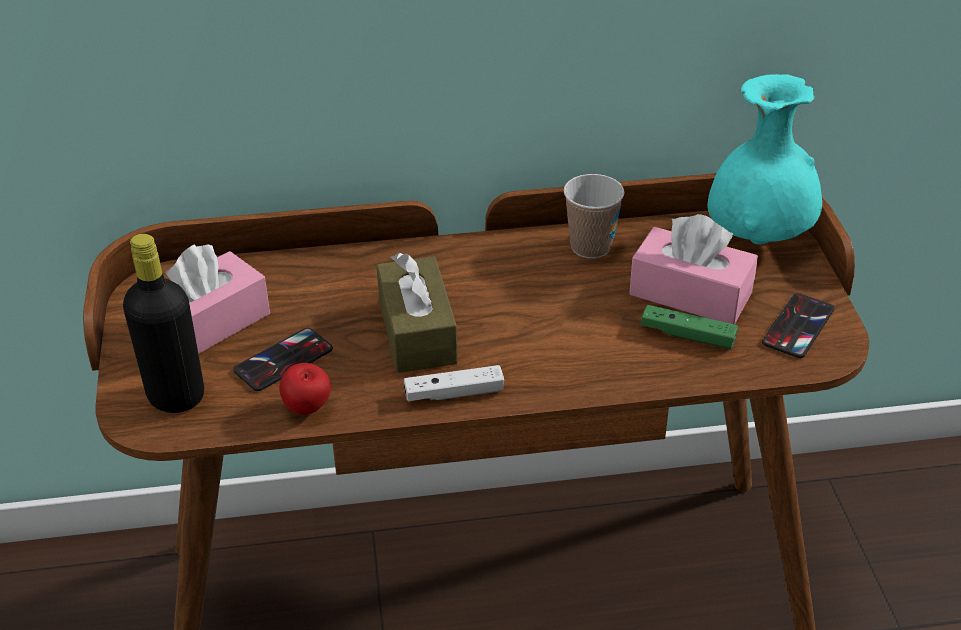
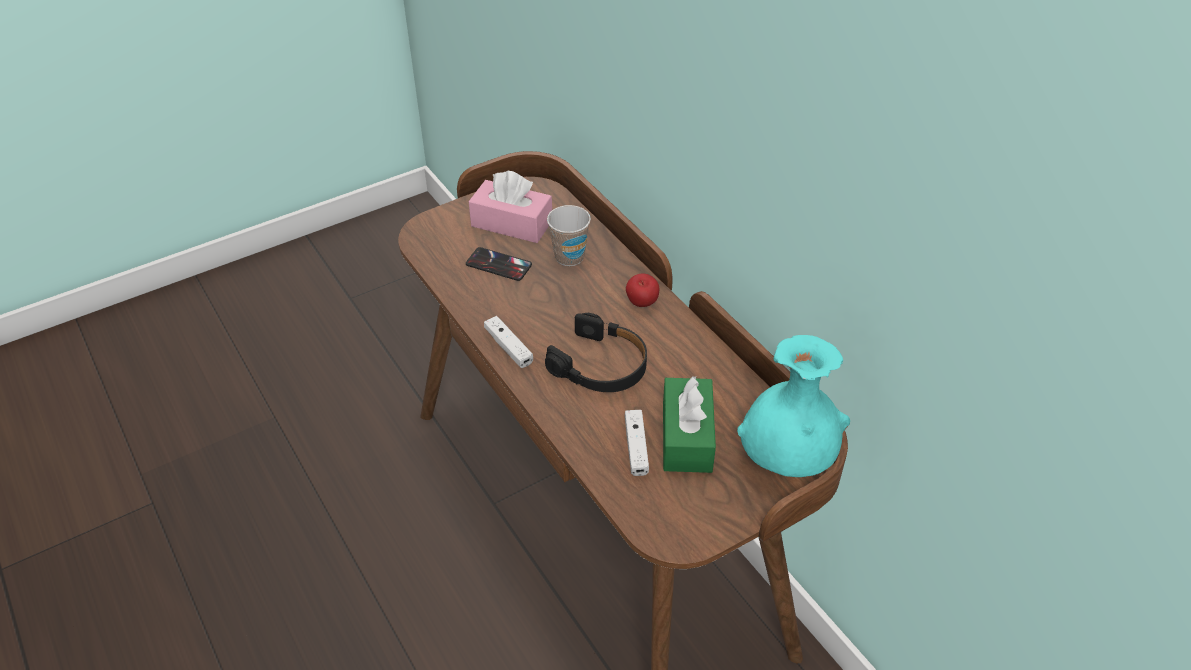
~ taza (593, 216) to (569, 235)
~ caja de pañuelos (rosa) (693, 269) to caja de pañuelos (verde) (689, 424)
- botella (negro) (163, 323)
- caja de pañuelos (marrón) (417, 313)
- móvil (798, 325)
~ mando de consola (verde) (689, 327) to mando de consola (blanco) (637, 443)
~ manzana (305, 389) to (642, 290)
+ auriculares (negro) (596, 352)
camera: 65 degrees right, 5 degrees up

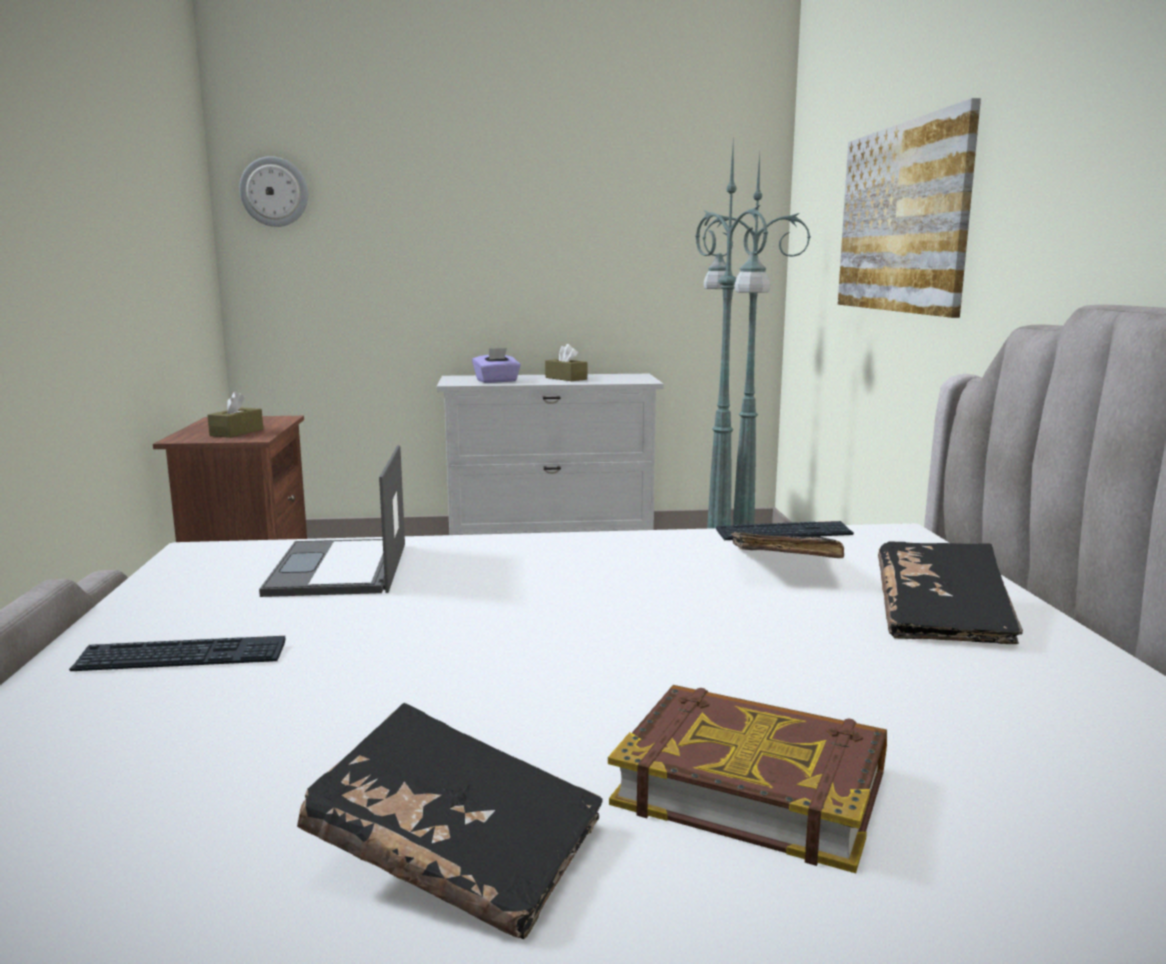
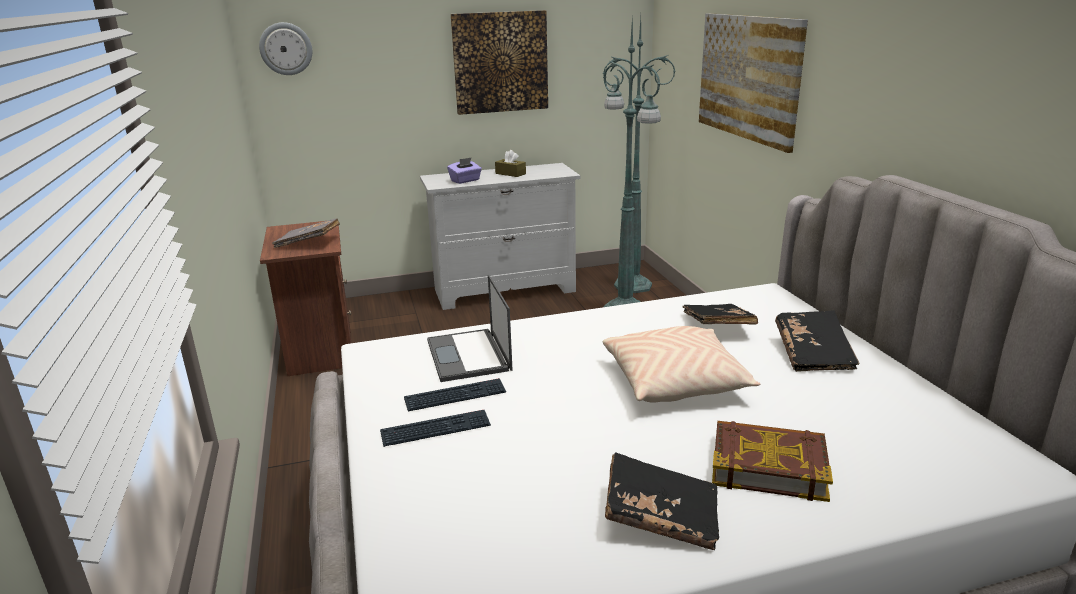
~ caja de pañuelos (marrón) (235, 414) to libro (gris) (306, 233)
~ teclado (785, 530) to (455, 395)
+ cuadro (499, 62)
+ cojín (beis) (681, 364)
camera: 10 degrees left, 10 degrees up

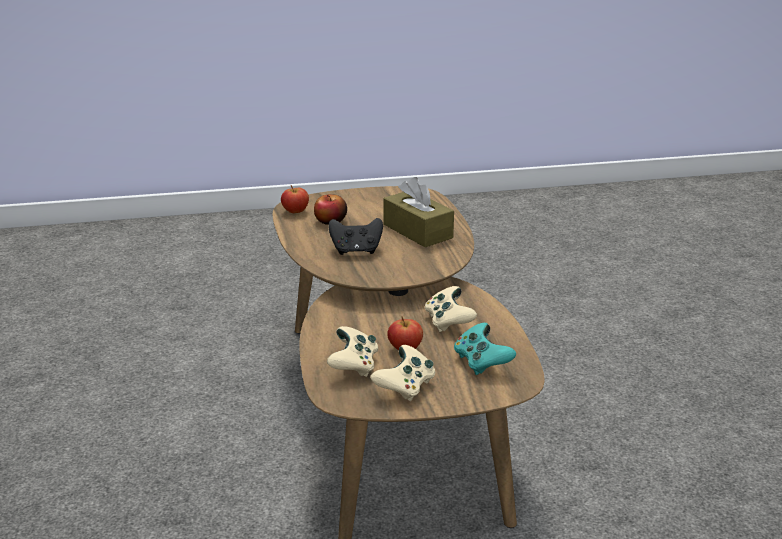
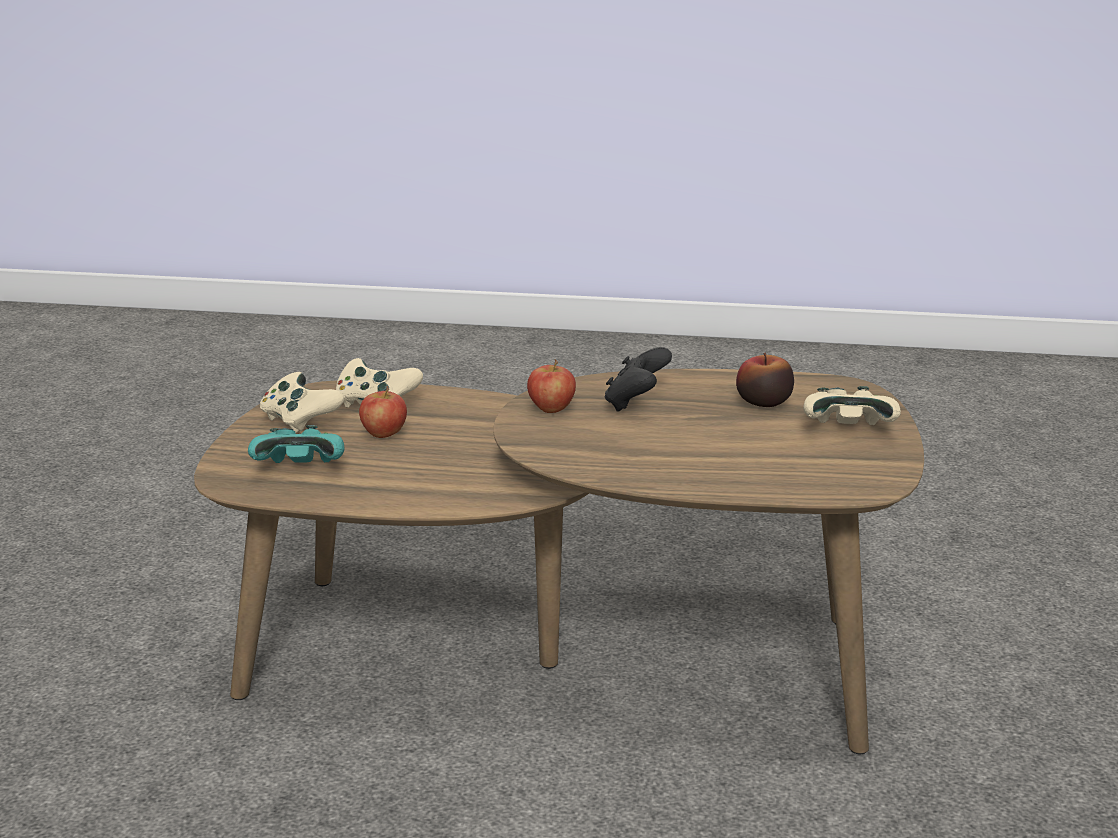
- caja de pañuelos (marrón) (418, 212)
~ manzana (295, 199) to (551, 386)
~ mando de consola (beis) (451, 309) to (852, 405)
camera: 110 degrees right, 5 degrees down

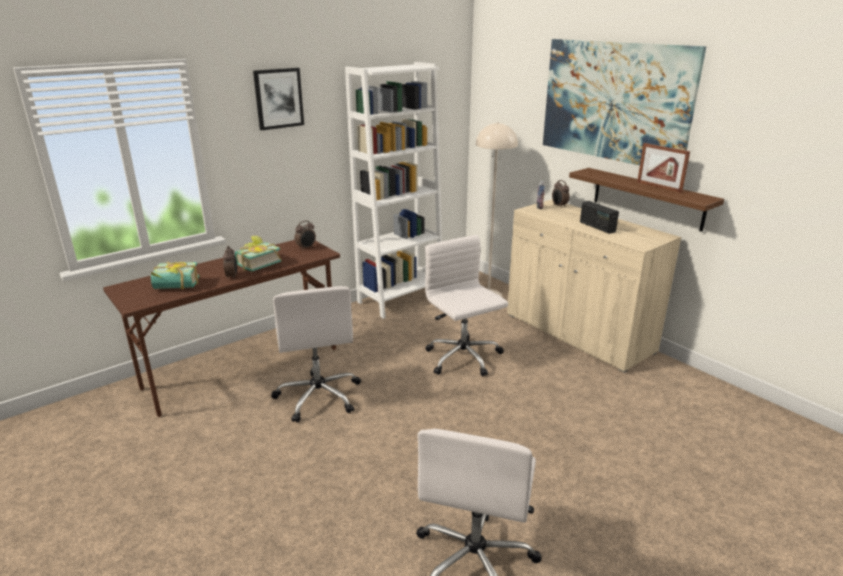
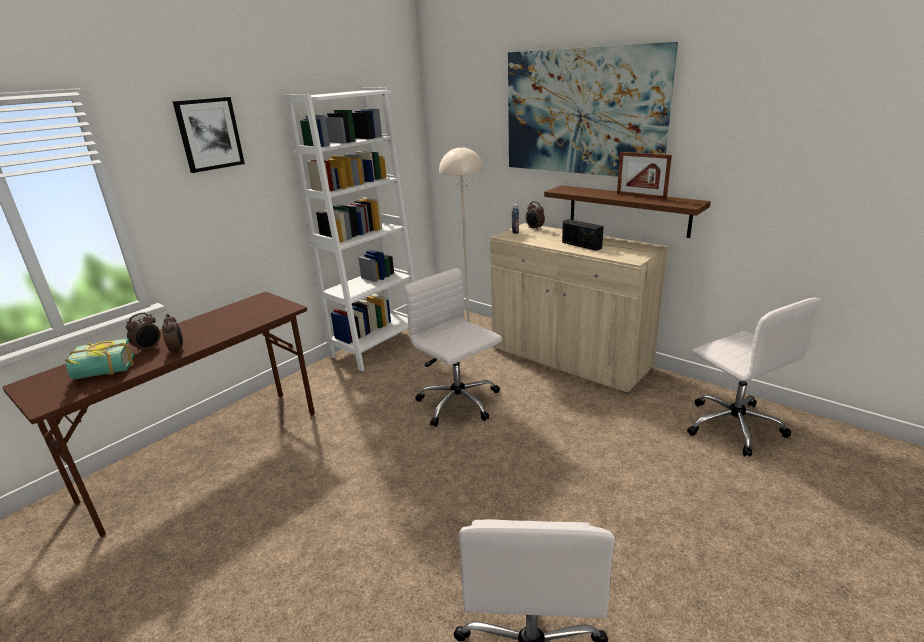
~ despertador (305, 235) to (143, 332)
- libro (258, 254)
~ silla de oficina (blanco) (316, 354) to (754, 377)
camera: 10 degrees left, 0 degrees up

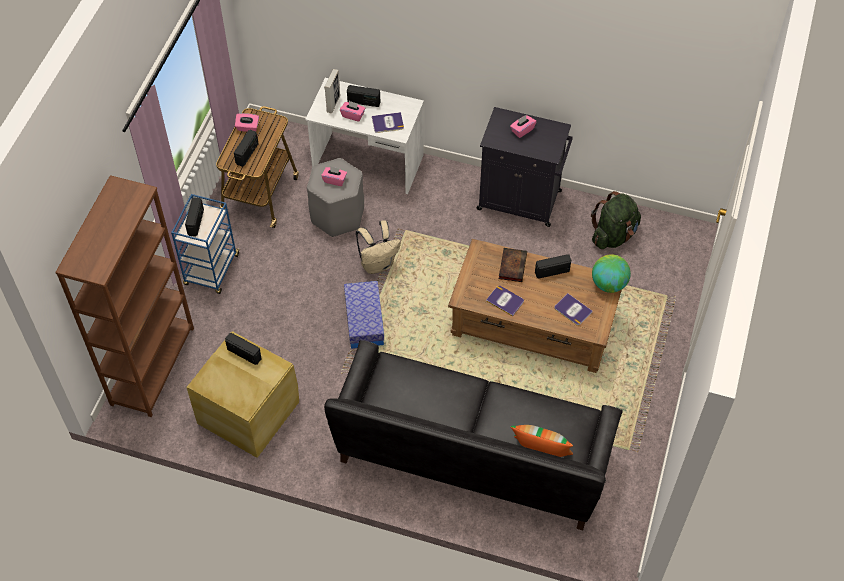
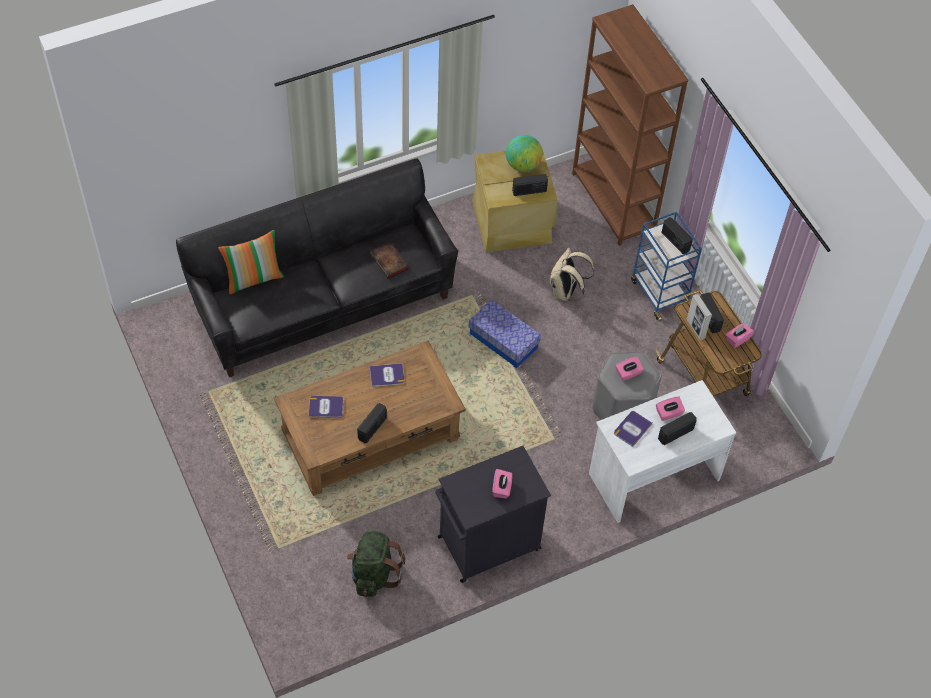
~ portarretratos (332, 91) to (699, 317)
~ mochila (beis) (378, 247) to (572, 274)
~ libro (513, 265) to (389, 260)
~ globo terráqueo (611, 273) to (524, 153)
camera: 135 degrees right, 0 degrees up

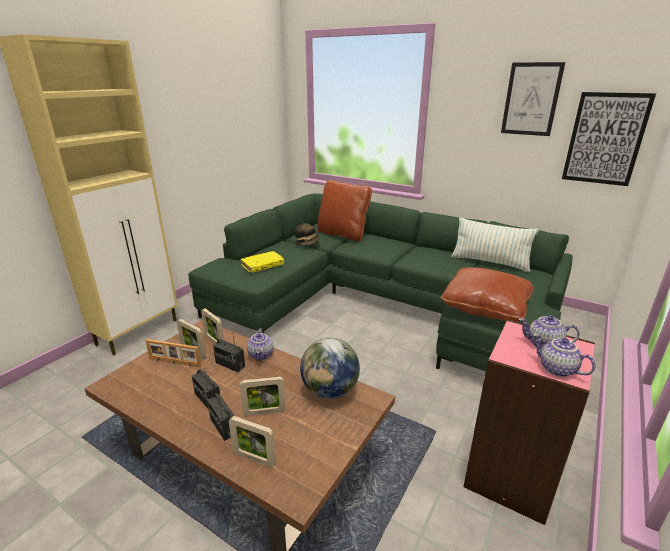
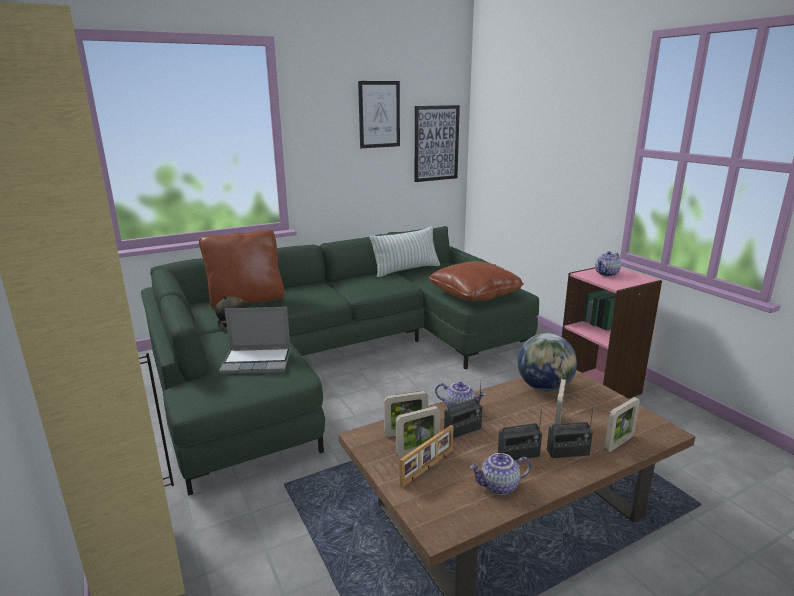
~ libro (amarillo) (262, 262) to portátil (255, 340)
~ tetera (564, 355) to (500, 474)
camera: 60 degrees left, 5 degrees down

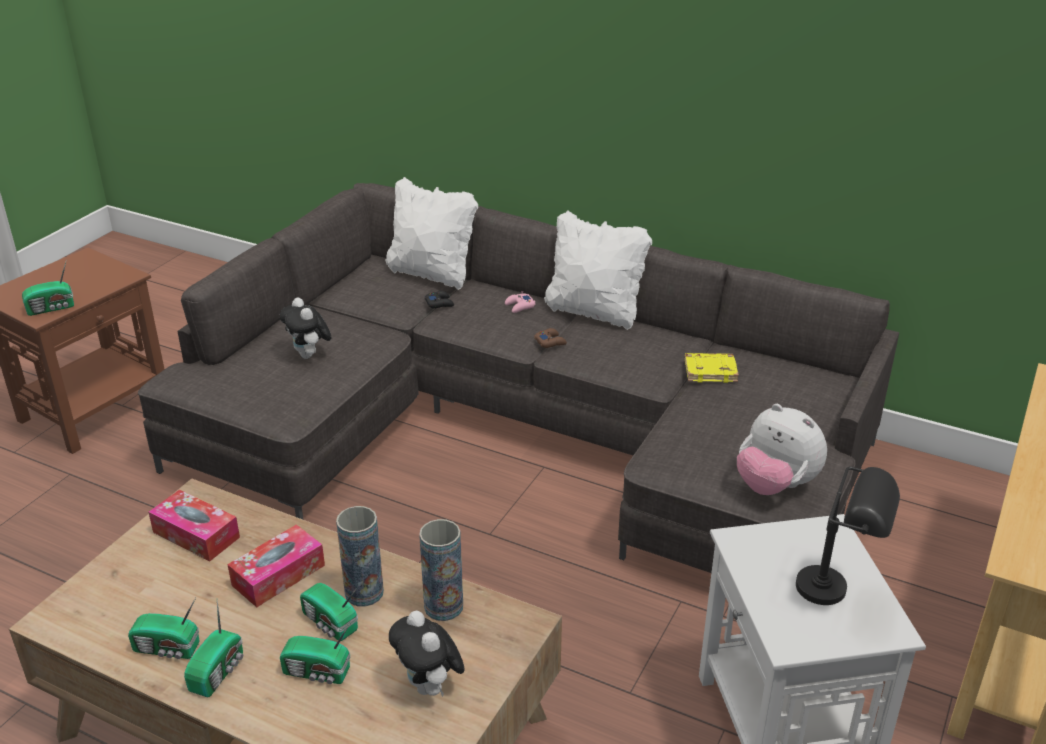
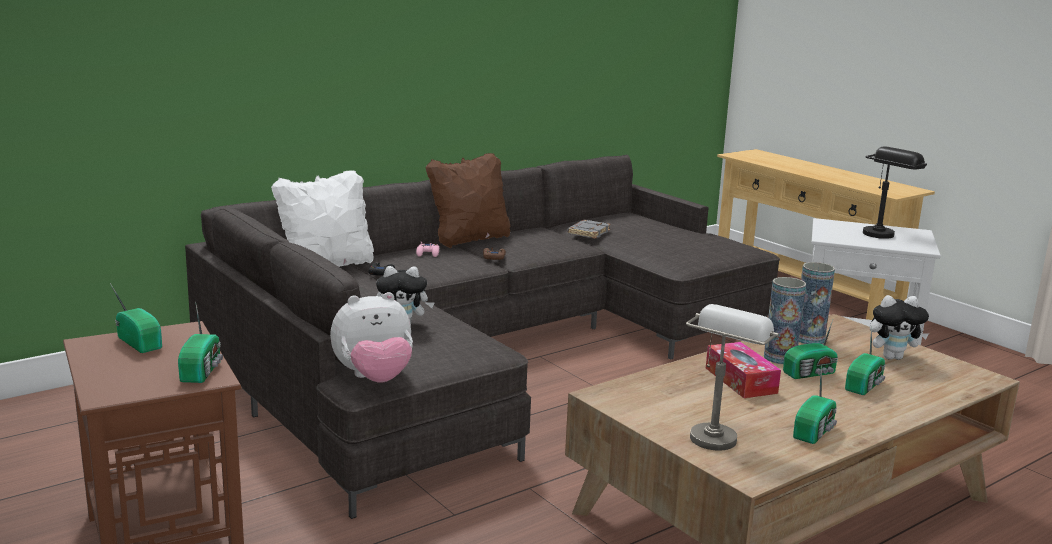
~ cojín (blanco) (598, 270) to cojín (marrón) (468, 200)
~ libro (amarillo) (712, 368) to libro (gris) (589, 229)
~ peluche (782, 449) to (371, 337)
- caja de pañuelos (194, 525)
~ radio (213, 648) to (136, 318)
+ lámpara de mesa (gris) (732, 377)
camera: 65 degrees left, 15 degrees down

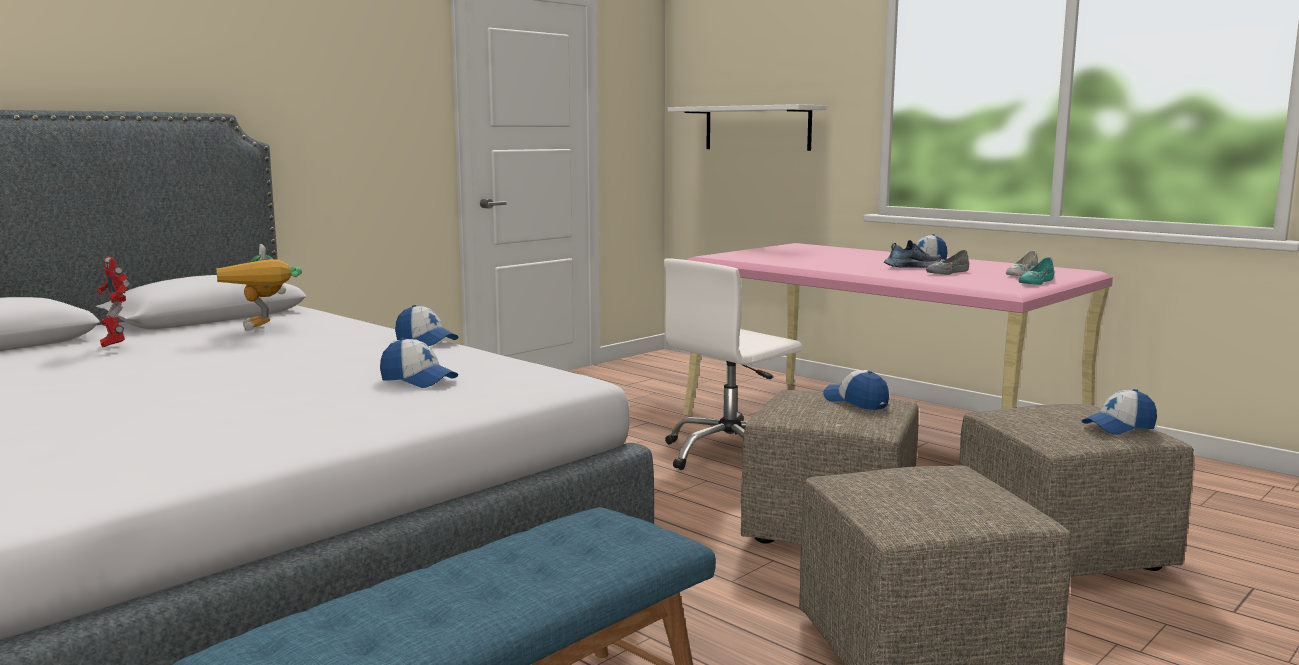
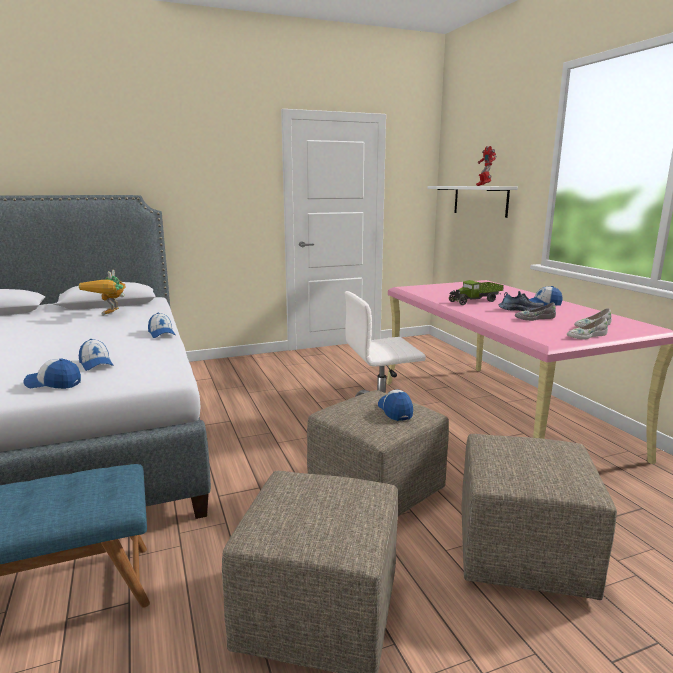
~ robot de juguete (113, 301) to (486, 166)
~ zapato (turquesa) (1036, 271) to zapato (blanco) (587, 328)
~ gorra (1119, 412) to (52, 373)
+ camión de juguete (476, 292)
camera: 25 degrees right, 5 degrees up

